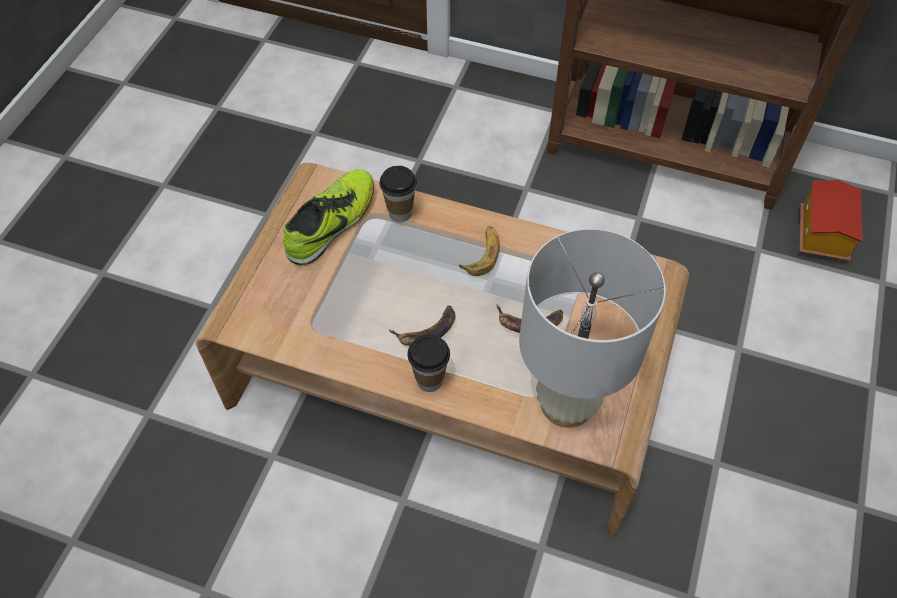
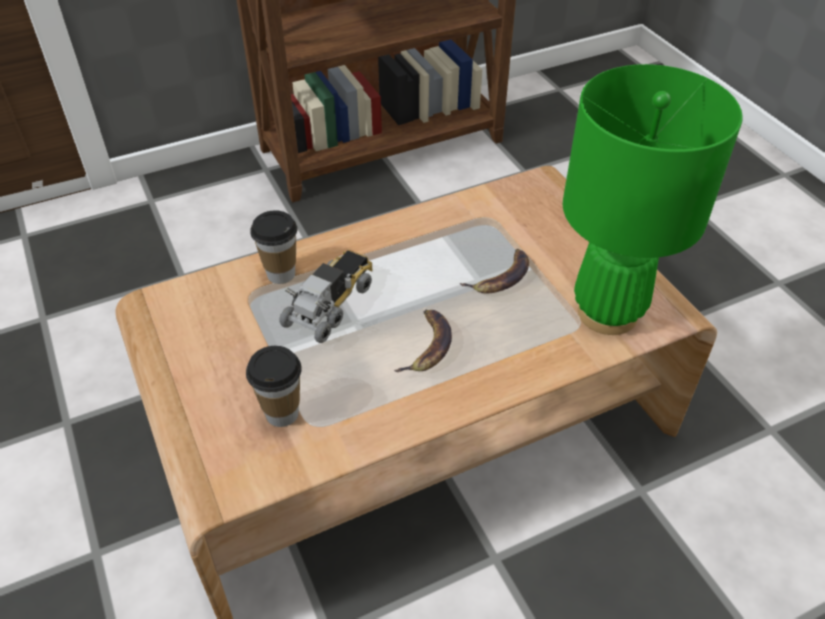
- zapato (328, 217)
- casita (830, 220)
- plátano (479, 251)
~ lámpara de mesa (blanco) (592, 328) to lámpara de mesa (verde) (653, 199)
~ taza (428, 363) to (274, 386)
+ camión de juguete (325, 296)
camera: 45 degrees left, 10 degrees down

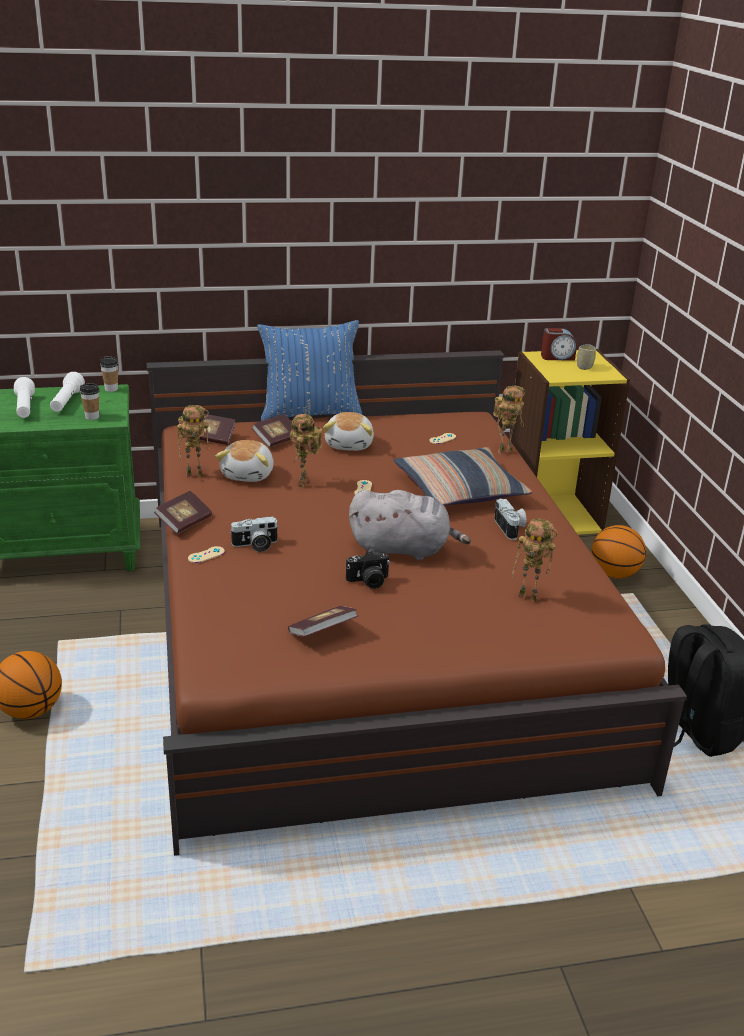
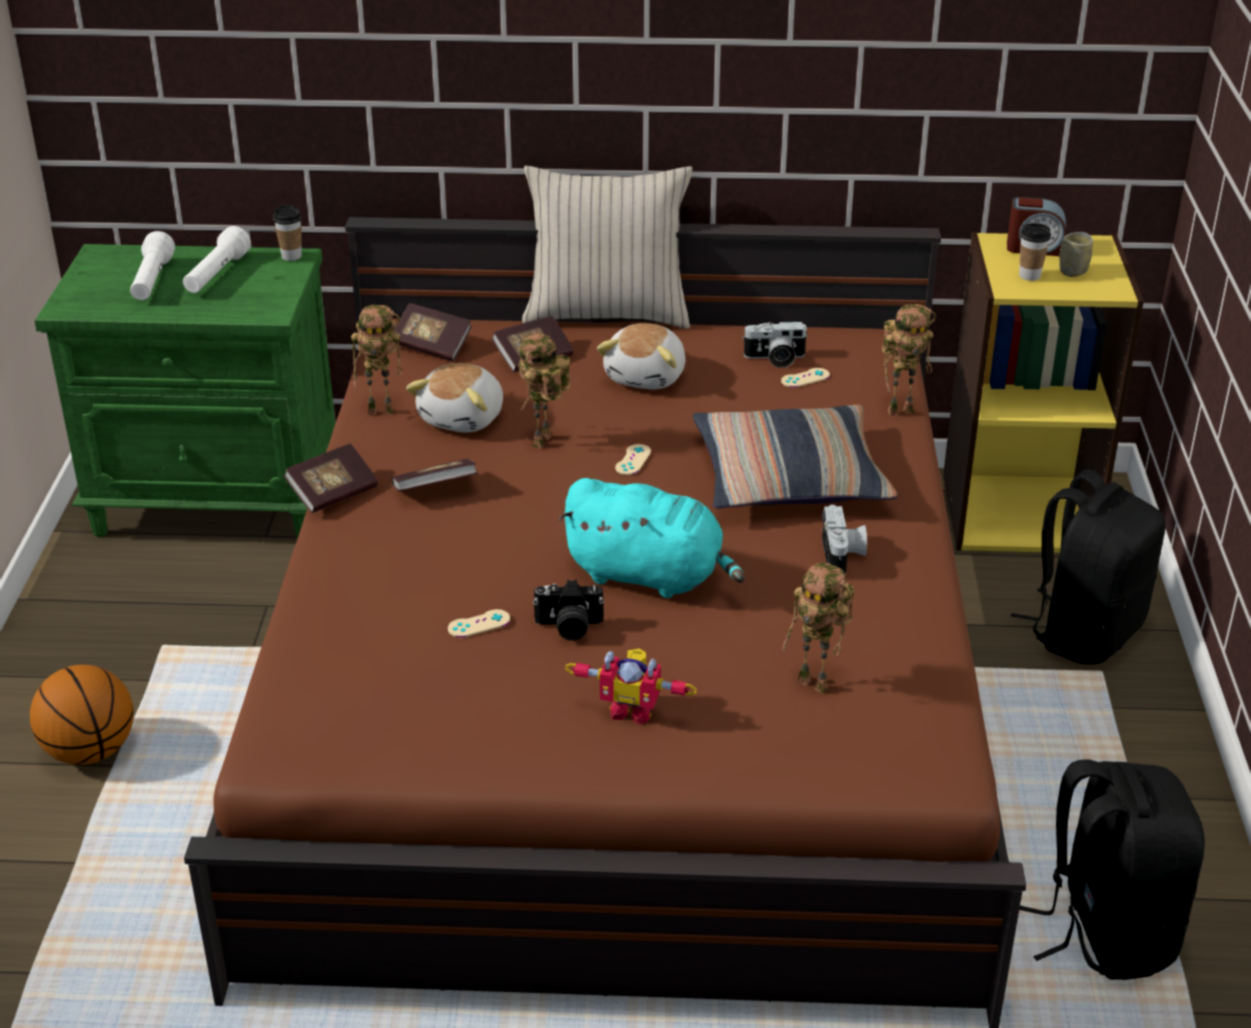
~ cojín (azul) (309, 370) to cojín (beis) (607, 247)
~ taza (89, 401) to (1035, 252)
~ peluche (gris) (410, 525) to peluche (turquesa) (651, 538)
~ cámara (254, 534) to (775, 345)
~ balón de baloncesto (618, 552) to mochila (negro) (1088, 566)
~ mando de consola (beis) (206, 554) to (479, 623)
~ libro (323, 621) to (434, 475)
+ robot de juguete (631, 687)
camera: 15 degrees right, 5 degrees up

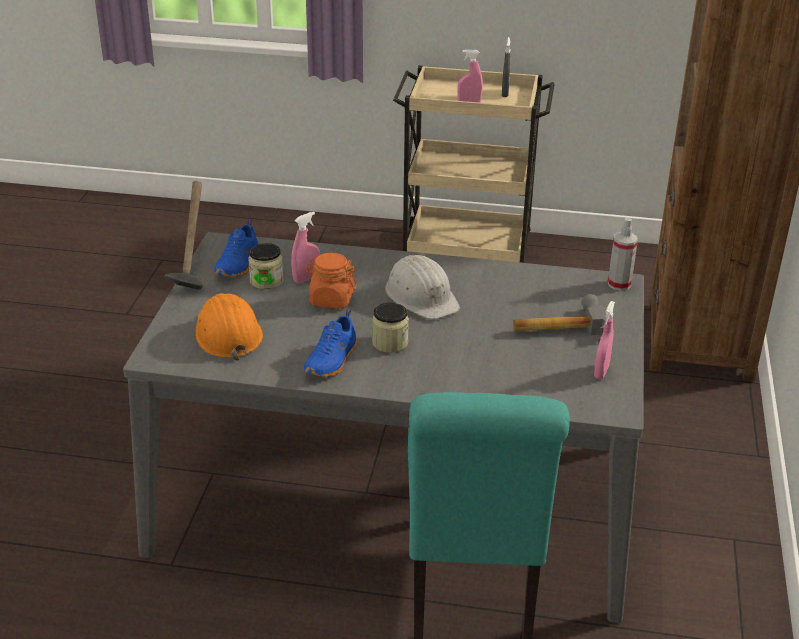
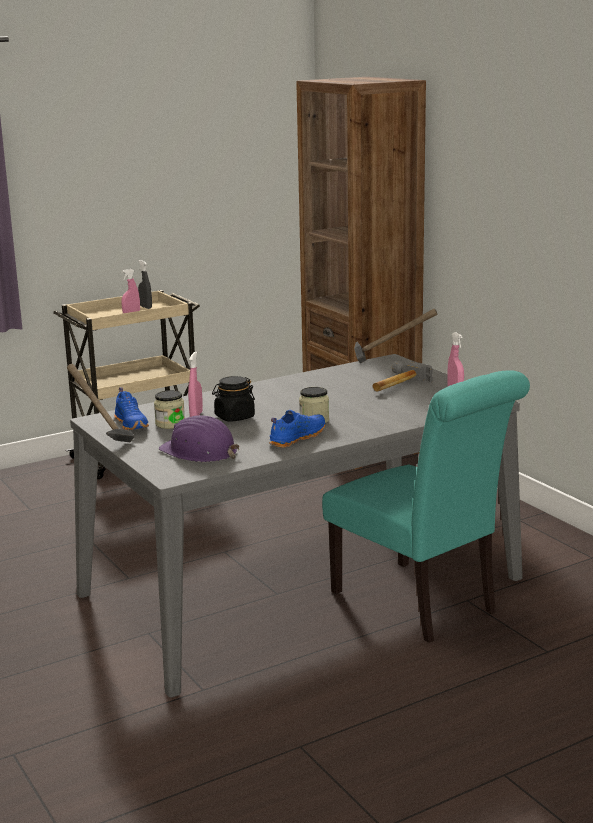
~ pulverizador (623, 254) to martillo (396, 335)
~ tarro (naranja) (331, 281) to tarro (negro) (233, 399)
- casco (blanco) (422, 287)
~ casco (naranja) (229, 327) to casco (morado) (199, 438)
~ zapato (azul) (330, 343) = (297, 428) 120 degrees counterclockwise
camera: 40 degrees left, 15 degrees down

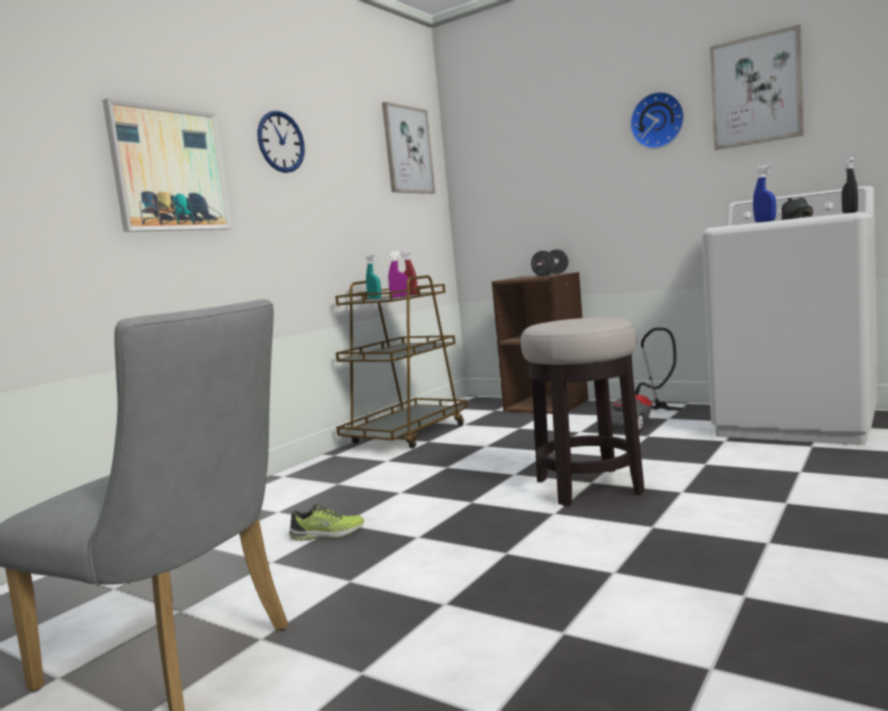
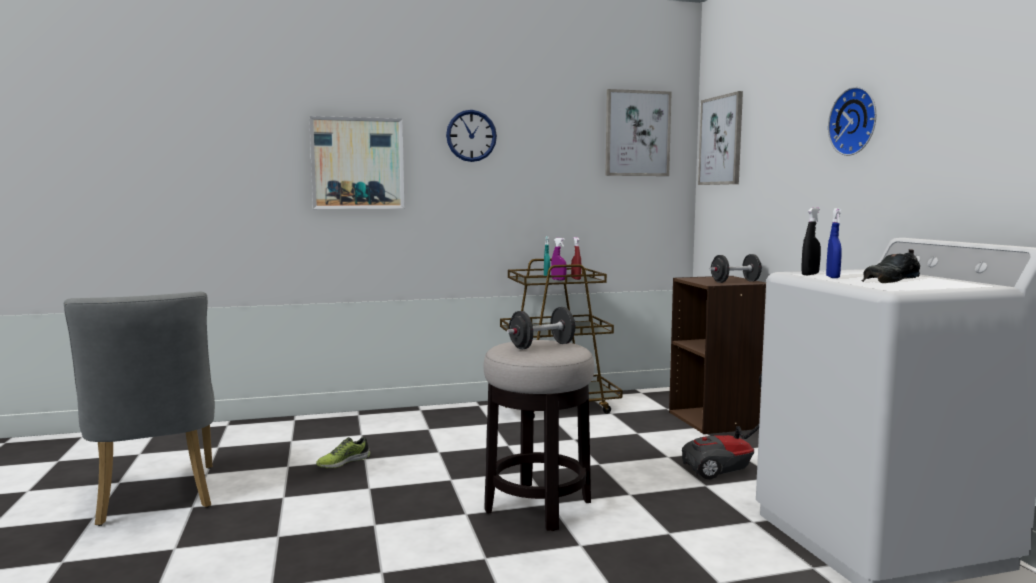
~ cuadro (757, 87) to (720, 138)
~ pulverizador (negro) (850, 185) to (811, 241)
~ zapato (326, 522) = (343, 452) 105 degrees clockwise
+ mancuerna (negro) (541, 328)
camera: 40 degrees right, 0 degrees up

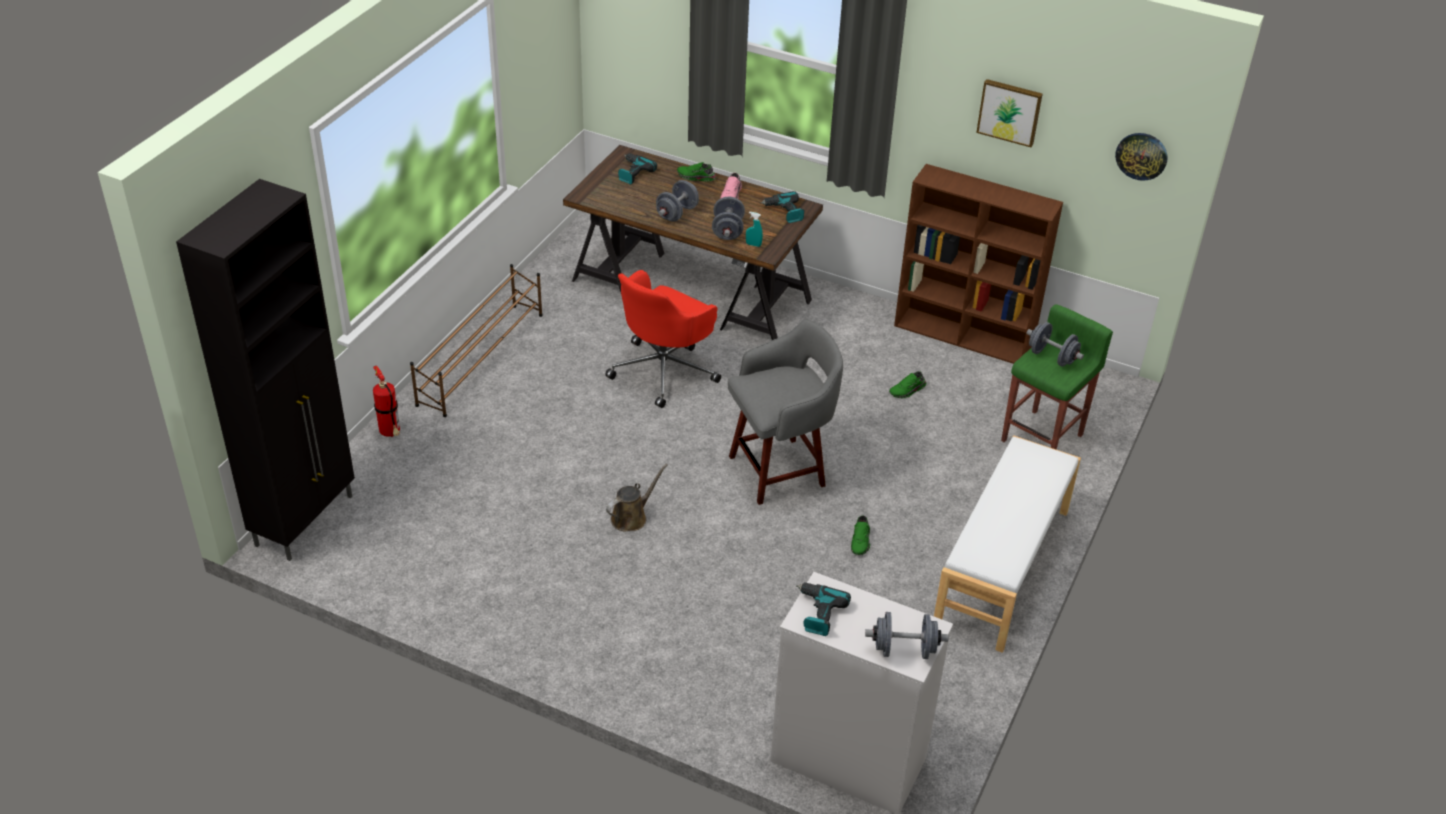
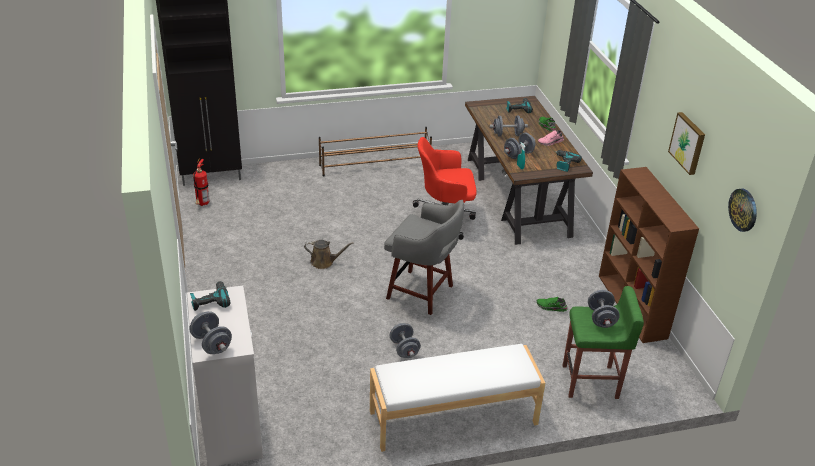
~ extintor (386, 401) to (201, 182)
~ zapato (verde) (860, 535) to mancuerna (gris) (405, 340)
camera: 50 degrees right, 5 degrees down

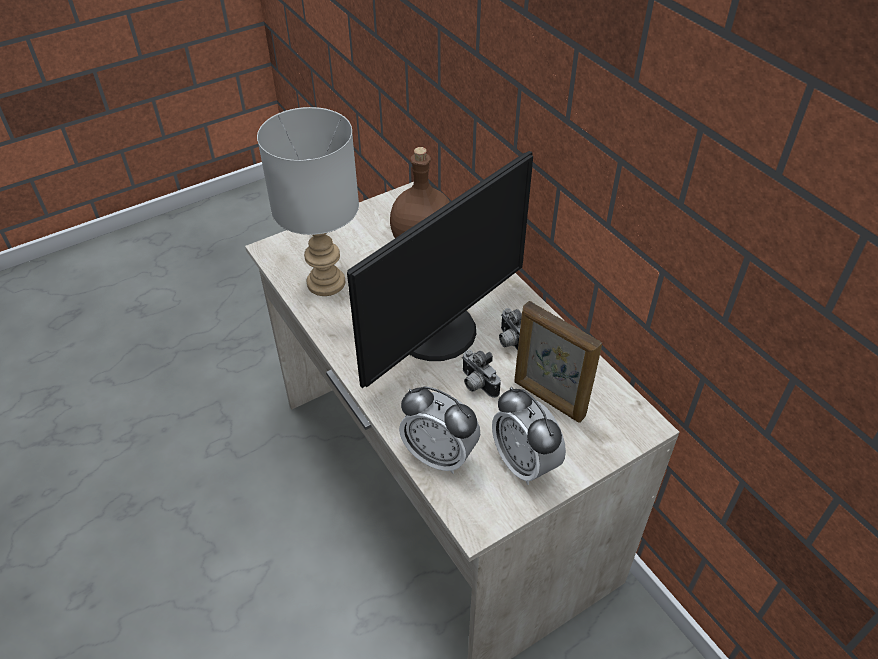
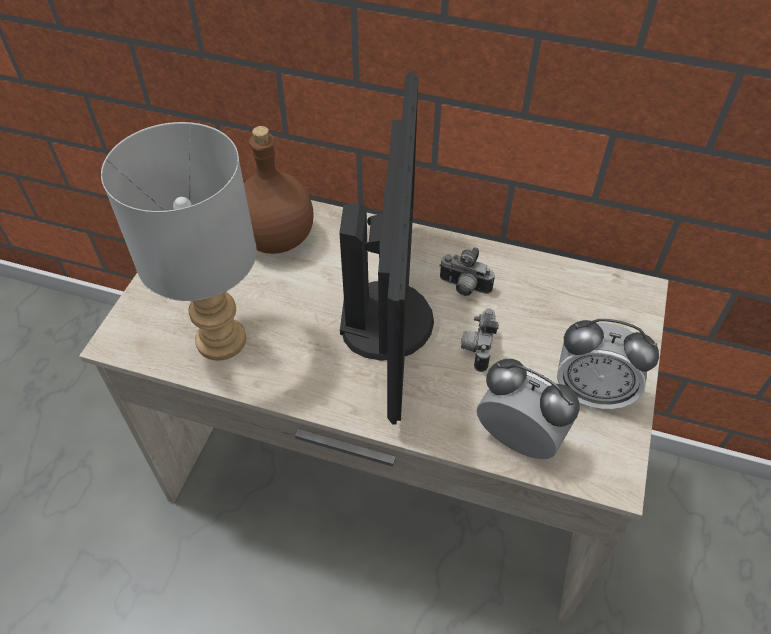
- portarretratos (558, 362)
~ cámara (481, 374) = (480, 340) 90 degrees clockwise
~ despertador (439, 430) = (528, 409) 135 degrees counterclockwise
camera: 40 degrees left, 5 degrees up

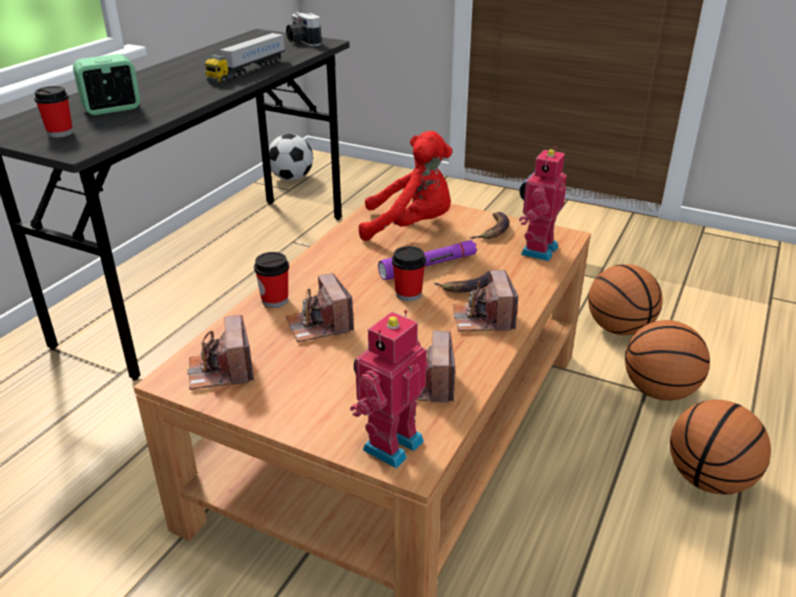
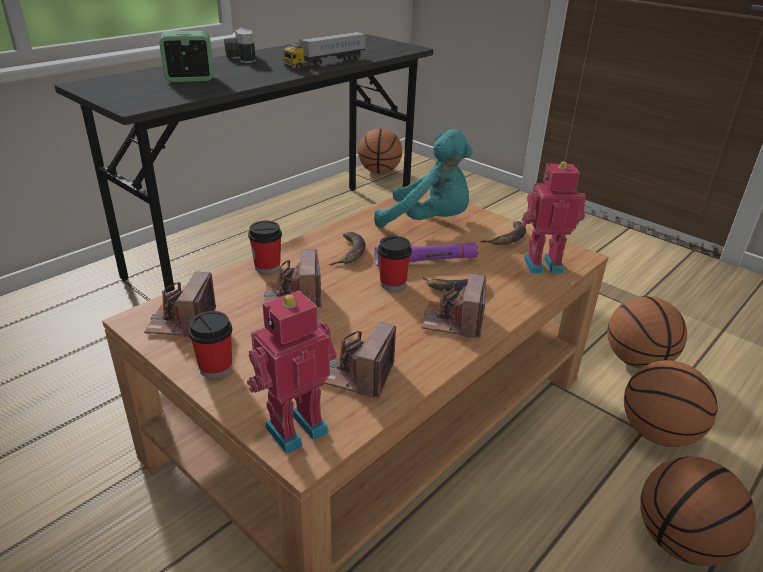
~ cámara (304, 29) to (240, 45)
~ taza (53, 112) to (210, 345)
~ peluche (rojo) (406, 186) to peluche (turquesa) (423, 178)
~ balón de fútbol (291, 157) to balón de baloncesto (380, 151)
~ robot de juguete (543, 204) = (554, 218) 45 degrees clockwise
+ plátano (347, 249)
camera: 15 degrees right, 0 degrees up

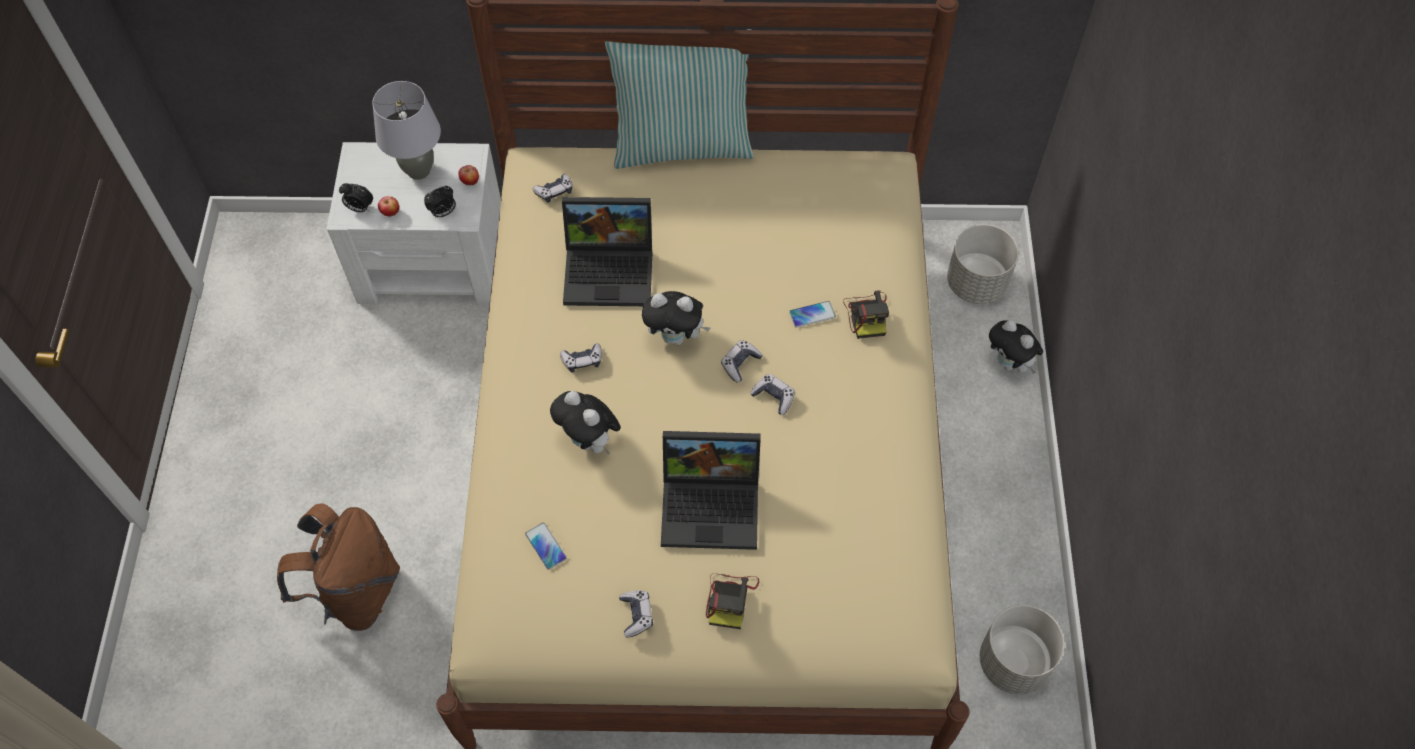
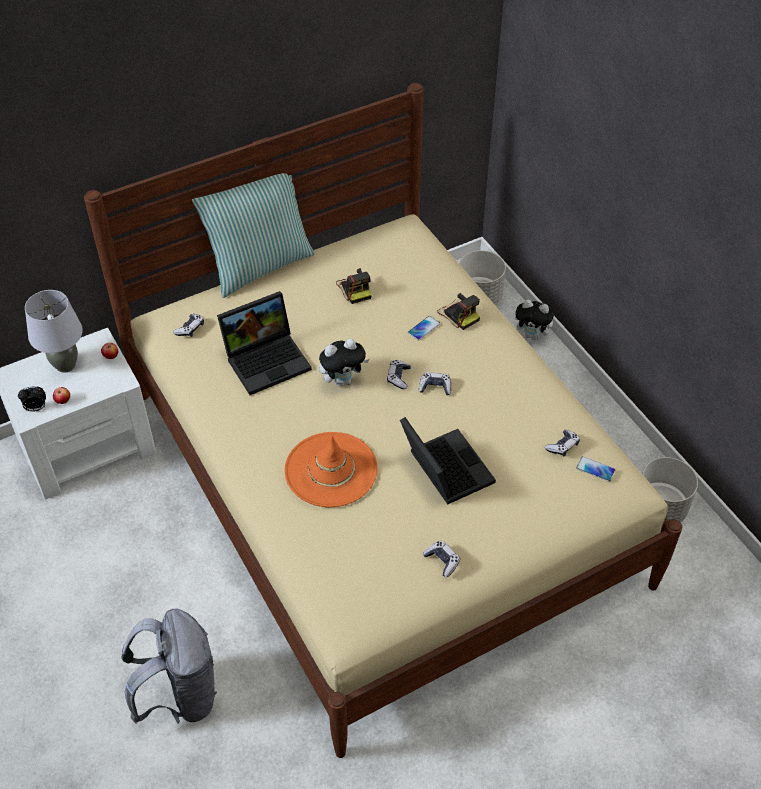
- despertador (440, 202)
~ mando de consola (581, 358) to (562, 443)
~ peluche (585, 423) to sombrero (naranja) (331, 469)
~ portátil (711, 490) = (448, 461) 90 degrees counterclockwise
~ mochila (marrón) (338, 567) to mochila (gris) (169, 666)
~ móvil (546, 546) to (595, 469)
~ cámara (732, 601) to (353, 286)
camera: 30 degrees left, 10 degrees down

